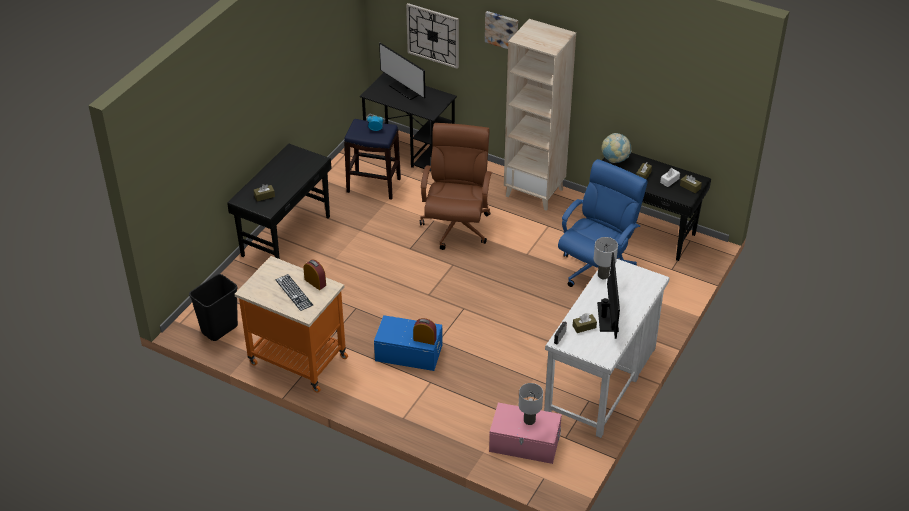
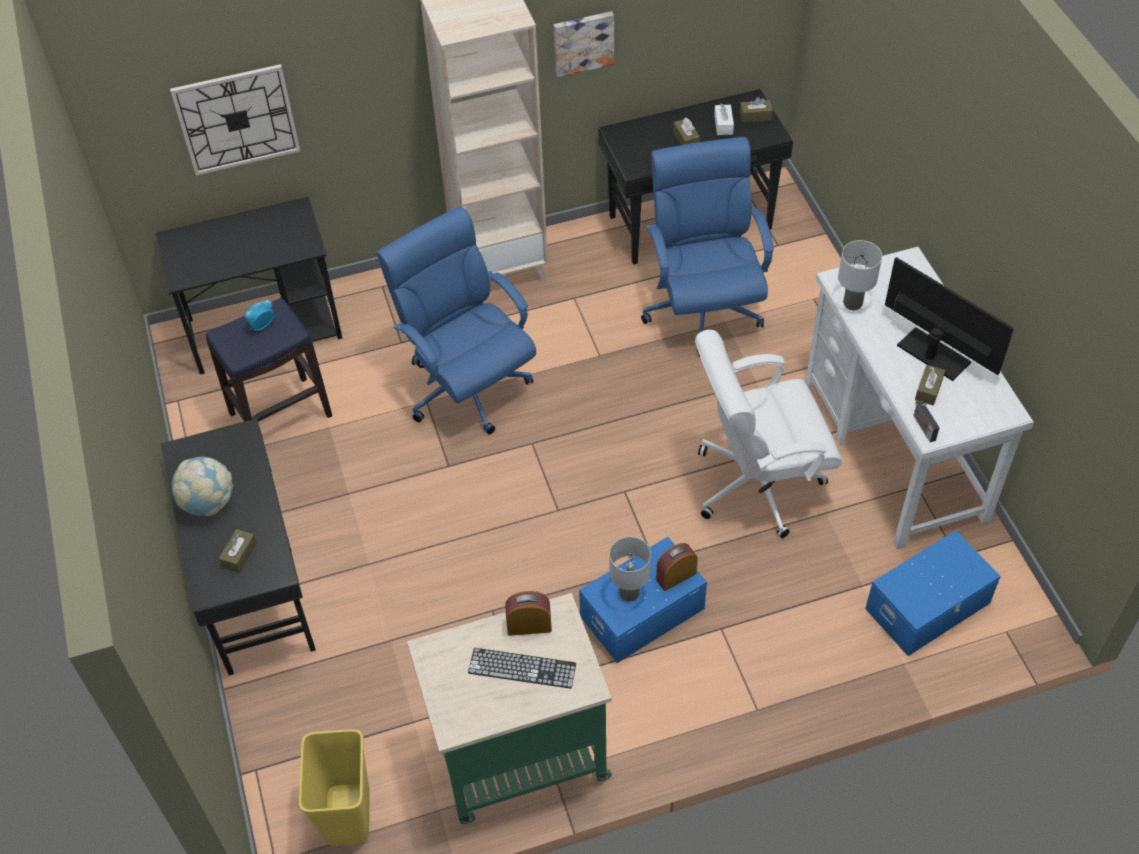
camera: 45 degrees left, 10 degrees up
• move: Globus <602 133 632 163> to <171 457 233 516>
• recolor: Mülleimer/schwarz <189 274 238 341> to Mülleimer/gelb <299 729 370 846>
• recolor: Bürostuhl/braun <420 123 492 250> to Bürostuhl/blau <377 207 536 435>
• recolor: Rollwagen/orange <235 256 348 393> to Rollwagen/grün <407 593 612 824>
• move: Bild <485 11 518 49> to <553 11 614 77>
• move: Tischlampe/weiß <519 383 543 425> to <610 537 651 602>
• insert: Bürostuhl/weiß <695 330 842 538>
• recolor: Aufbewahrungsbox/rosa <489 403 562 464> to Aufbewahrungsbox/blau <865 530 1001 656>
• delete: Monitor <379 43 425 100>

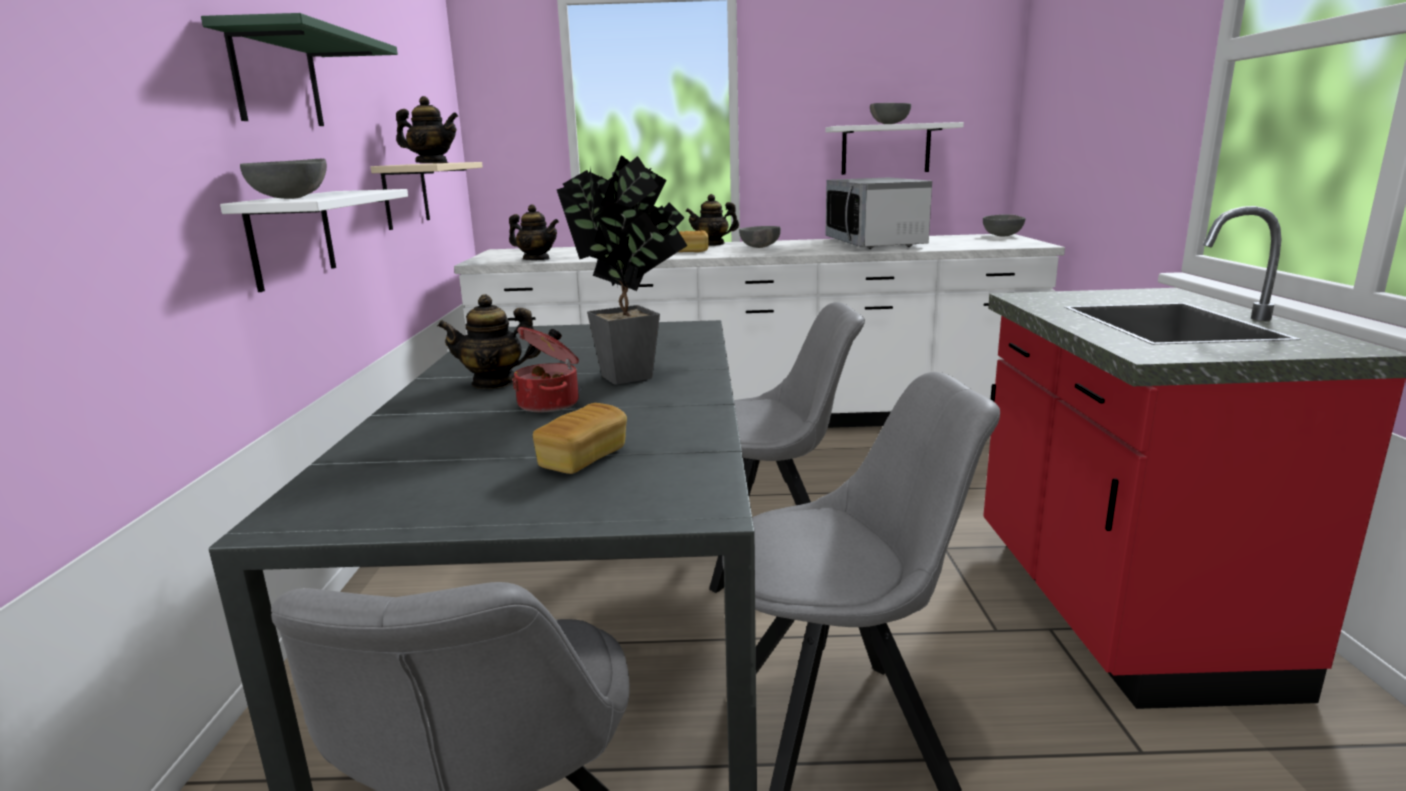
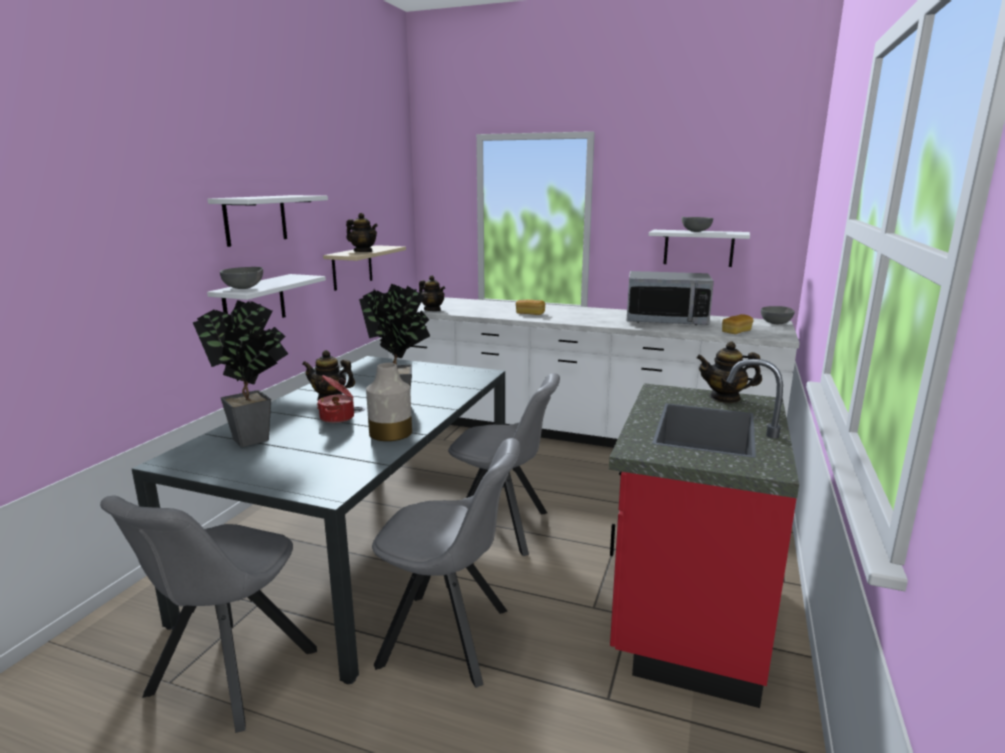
camera: 20 degrees right, 0 degrees up
• insert: Topfpflanze <193 300 288 447>
• recolor: Wandregal/grün <201 13 398 126> to Wandregal/weiß <208 195 328 247>
• insert: Vase/beige <366 363 412 441>
• rotate: Mikrowelle <825 177 932 249> = <626 271 714 325> 90 degrees counterclockwise
• move: Teekanne <686 194 739 246> to <696 341 762 403>
• move: Brot <533 403 627 474> to <722 314 754 334>
• delete: Schüssel/grau <739 226 781 248>

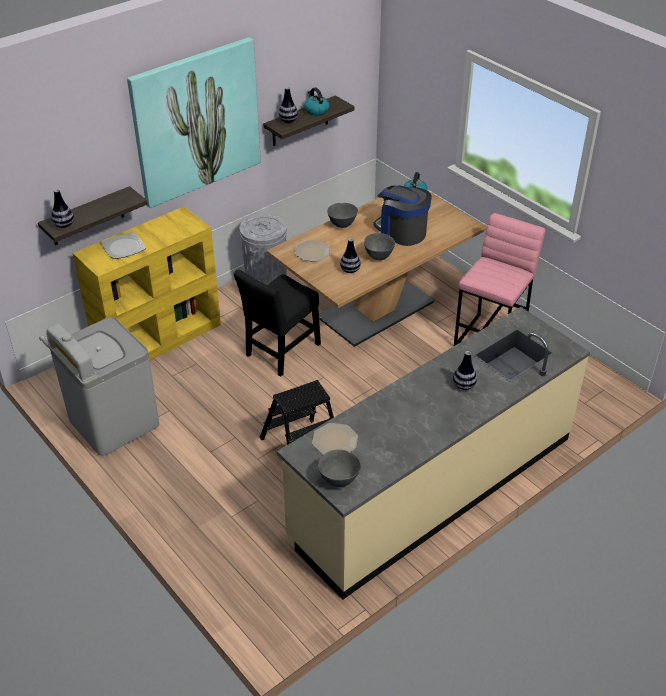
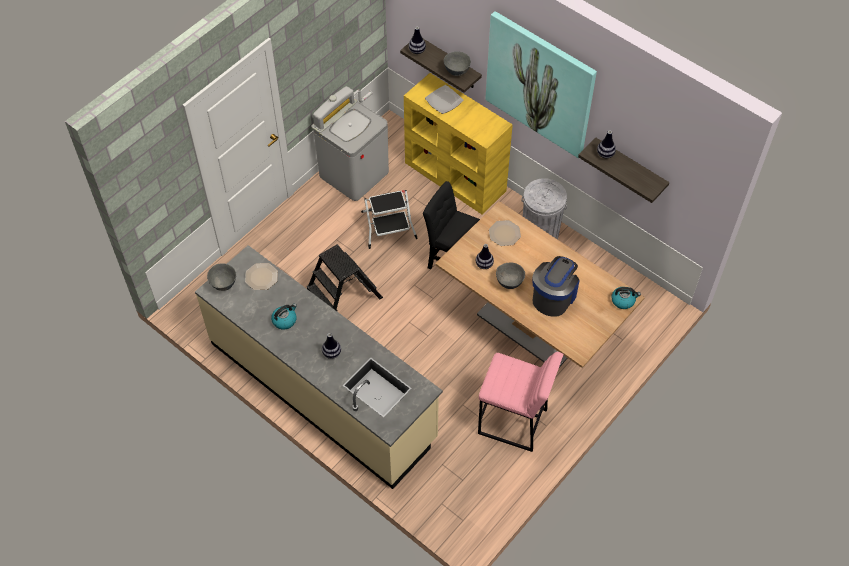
camera: 80 degrees right, 15 degrees up
• move: Wasserkessel <304 87 329 116> to <271 304 297 330>
• insert: Trittleiter <361 190 418 249>
• move: Schüssel/grau <327 203 358 228> to <444 51 471 76>

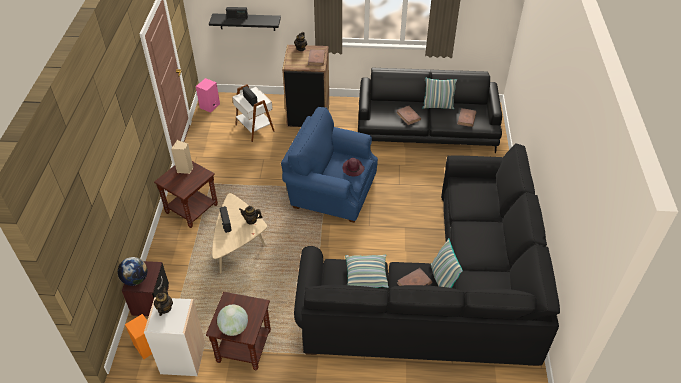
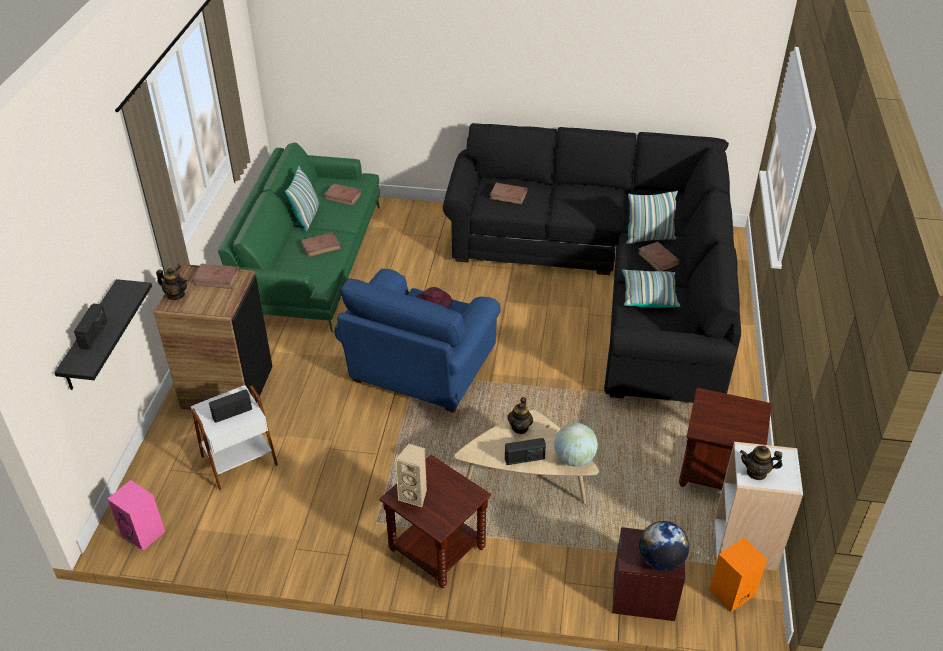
camera: 85 degrees left, 5 degrees down
• recolor: Sofa/schwarz <358 68 502 153> to Sofa/grün <218 143 380 332>
• insert: Buch/braun <490 183 527 204>
• move: Globus <217 305 248 336> to <554 423 598 467>

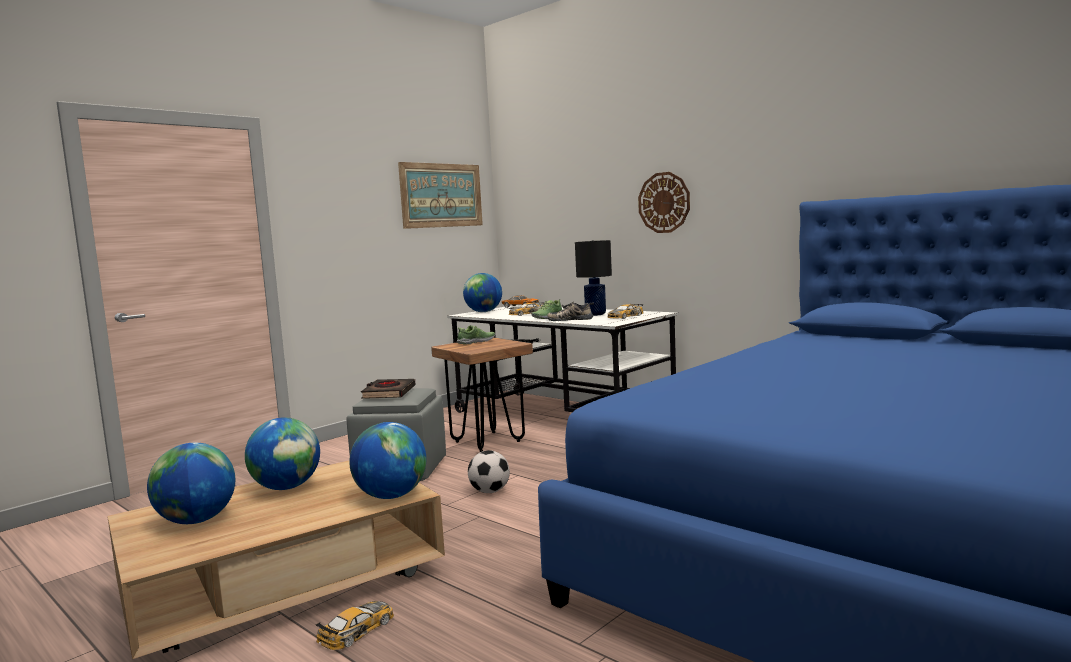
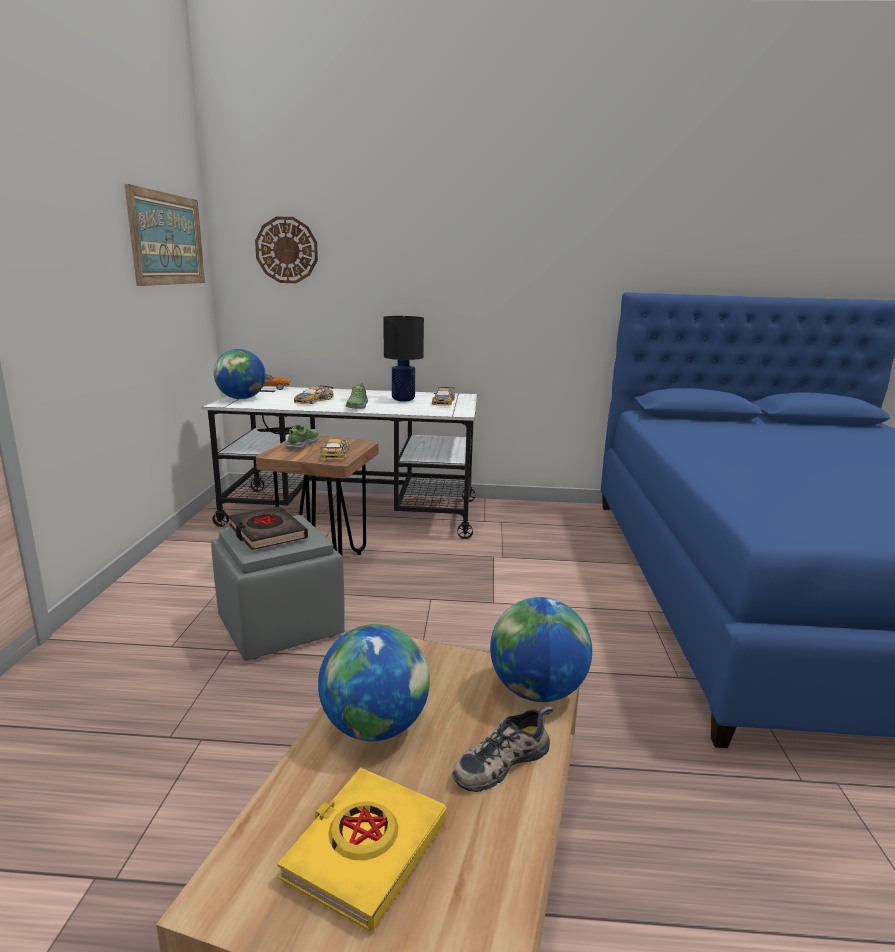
camera: 40 degrees left, 10 degrees up
• move: Wanduhr <638 172 690 233> to <255 216 318 283>
• replace: Globus <147 443 235 524> to Buch/gelb <277 767 446 932>
• move: Spielzeugauto <316 601 394 650> to <320 439 349 460>
• move: Schuh <547 302 594 321> to <452 706 553 792>
• delete: Fußball <468 450 510 493>

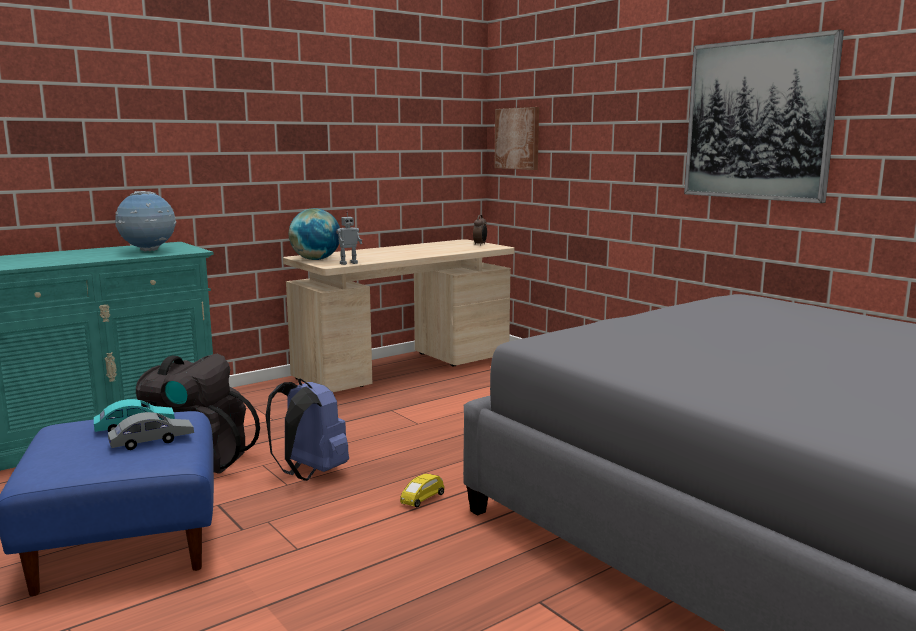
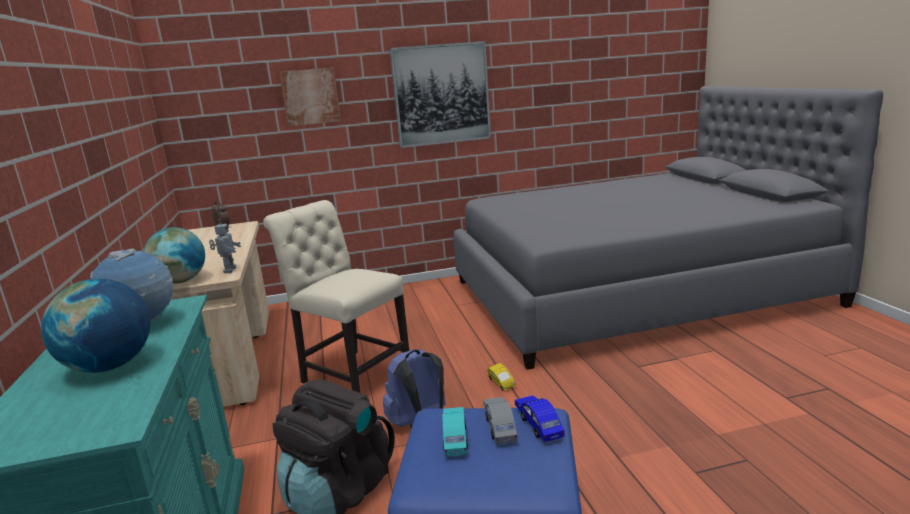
camera: 65 degrees left, 5 degrees up
• insert: Globus <41 279 150 373>
• insert: Stuhl/beige <263 200 409 393>
• move: Bild <495 107 539 170> to <279 67 341 127>
• insert: Spielzeugauto/blau <515 395 565 442>

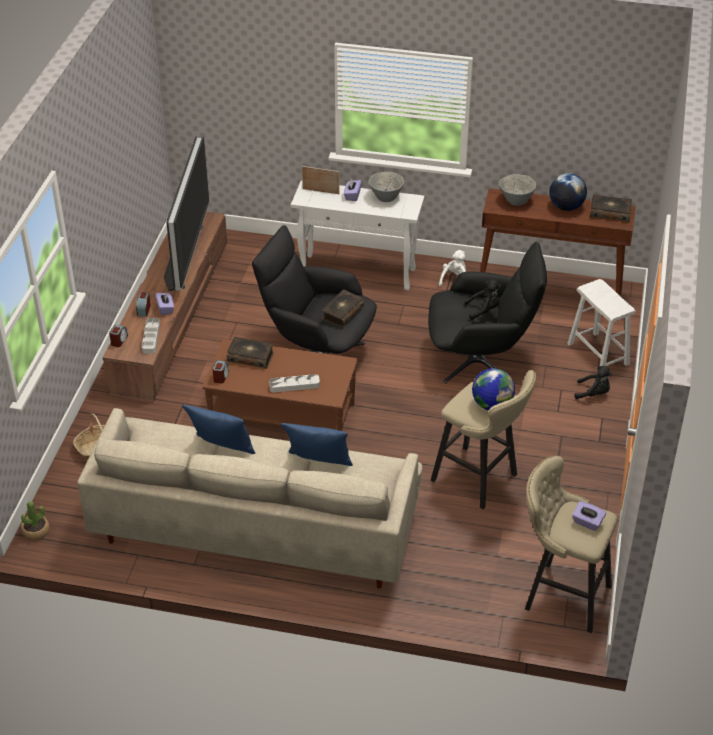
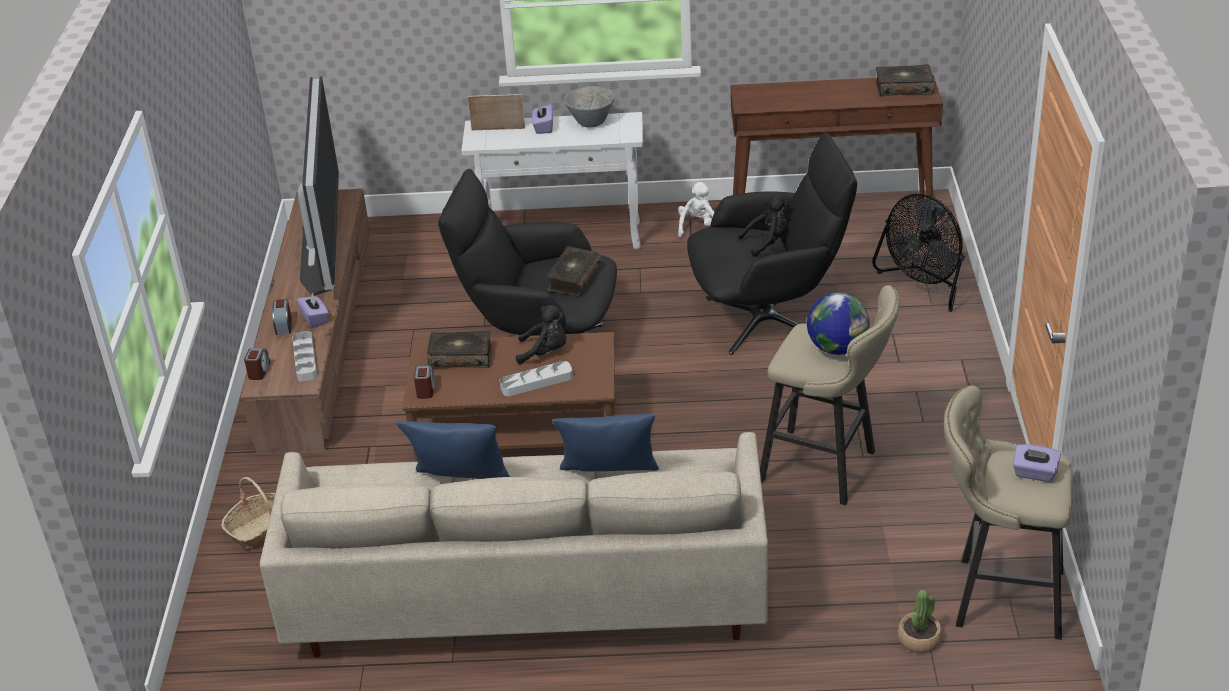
camera: 10 degrees left, 5 degrees down
• move: Plüschtier/schwarz <574 366 612 399> to <516 305 566 364>
• replace: Hocker/weiß <567 279 636 366> to Ventilator/schwarz <872 194 965 312>
• move: Topfpflanze <21 501 49 541> to <897 590 943 653>
• delete: Schüssel/grau <499 174 536 206>
• delete: Globus <549 173 587 211>

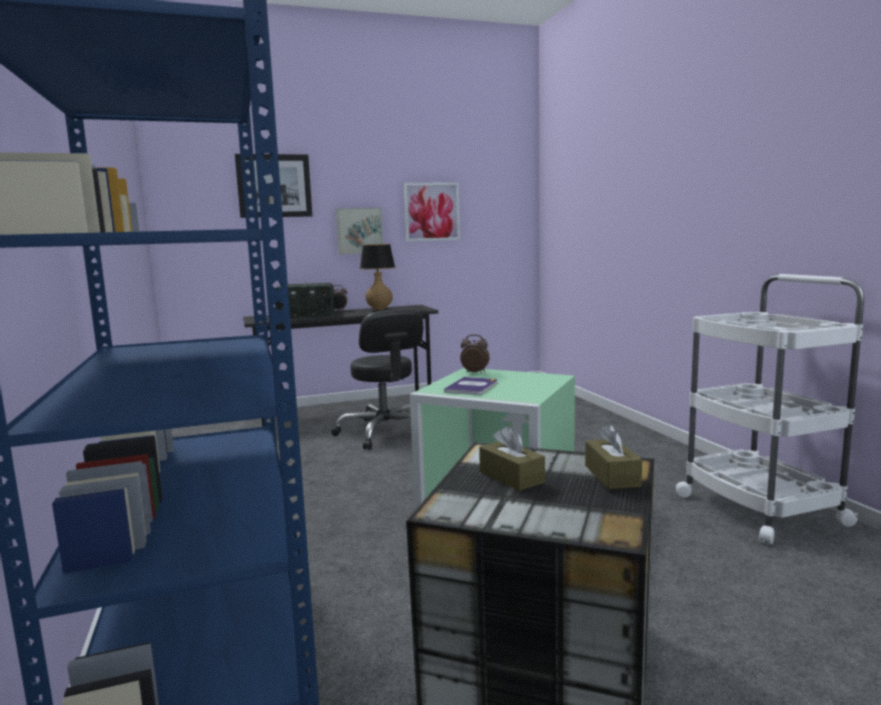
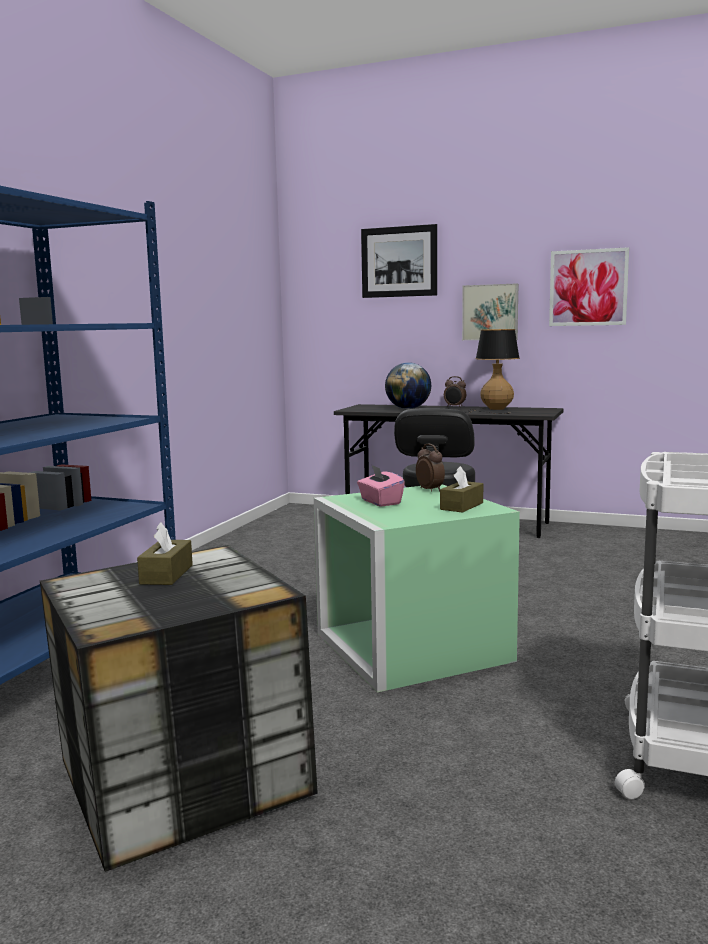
camera: 40 degrees right, 0 degrees up
• replace: Buch <444 377 497 395> to Taschentuchbox/rosa <357 464 405 507>
• replace: Radio <275 283 334 319> to Globus <385 362 431 409>
• move: Taschentuchbox/braun <585 424 642 490> to <440 466 483 513>

